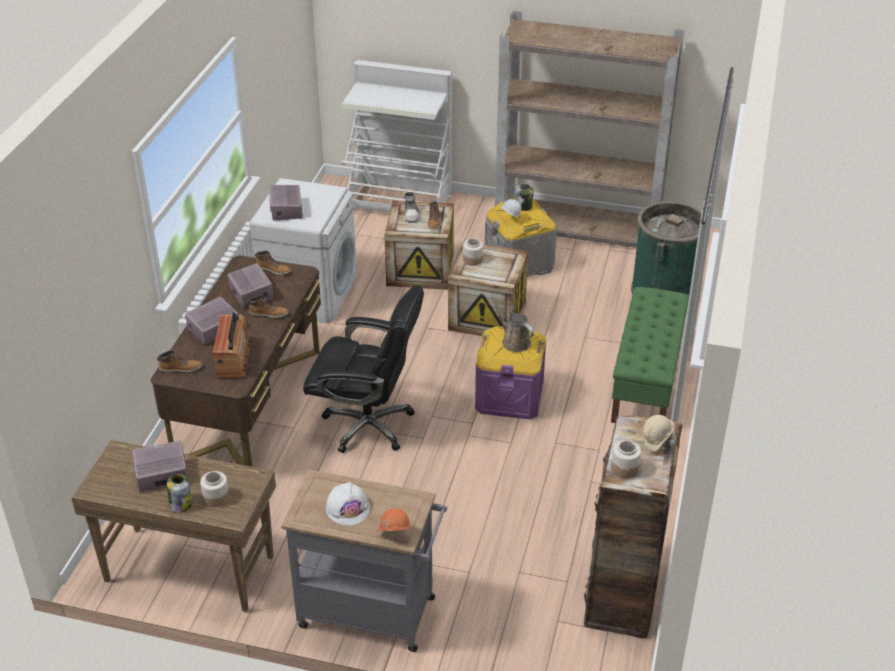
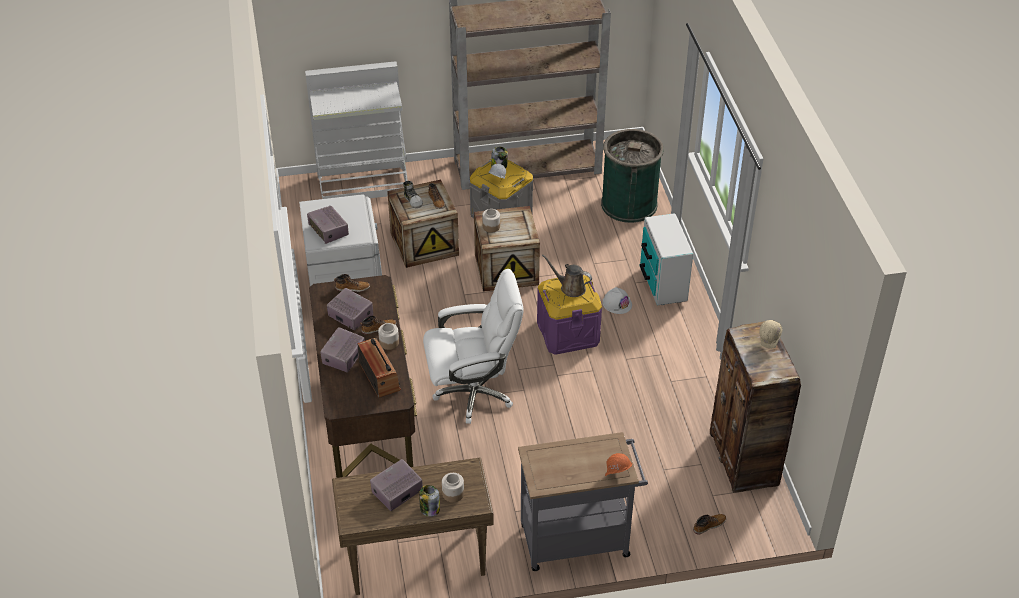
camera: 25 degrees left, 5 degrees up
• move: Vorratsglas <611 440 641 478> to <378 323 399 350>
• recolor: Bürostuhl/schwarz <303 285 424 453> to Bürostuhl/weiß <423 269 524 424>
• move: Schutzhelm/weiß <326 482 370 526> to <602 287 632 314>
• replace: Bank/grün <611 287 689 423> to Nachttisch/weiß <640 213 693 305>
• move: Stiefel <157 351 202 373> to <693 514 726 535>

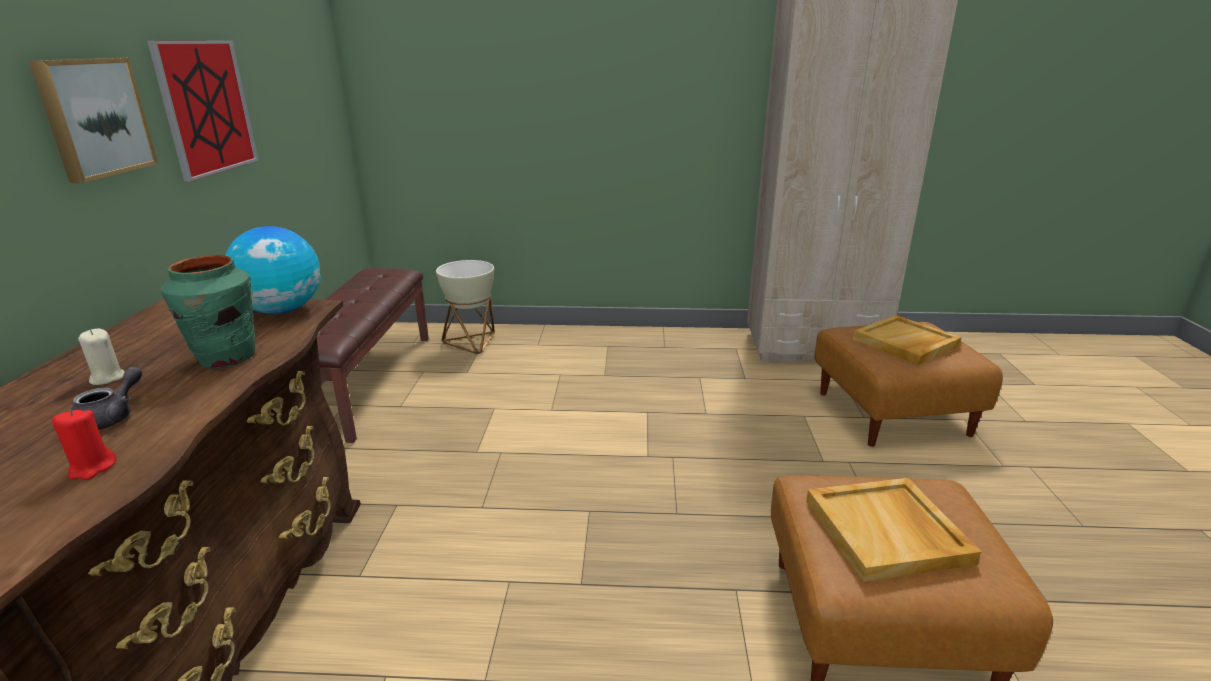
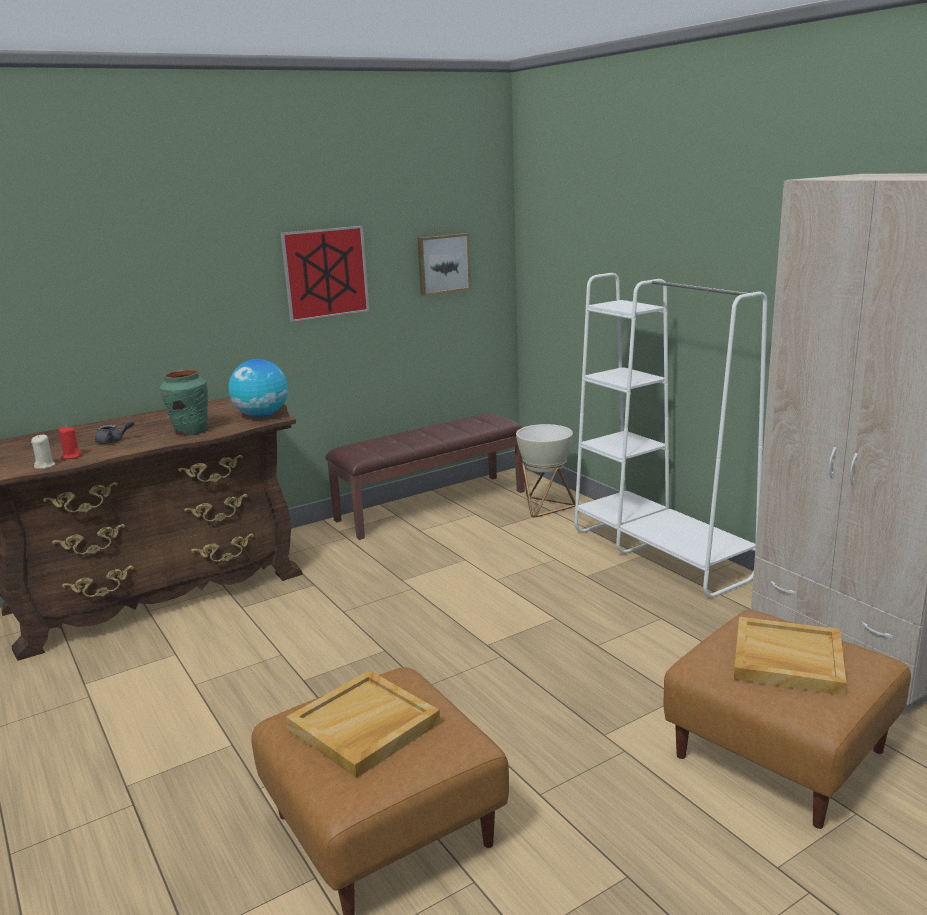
camera: 55 degrees right, 5 degrees down
• move: Kerze/beige <78 329 125 385> to <31 435 55 469>
• move: Bild <29 58 158 183> to <417 233 471 296>
• insert: Kleiderständer/weiß <574 273 767 597>

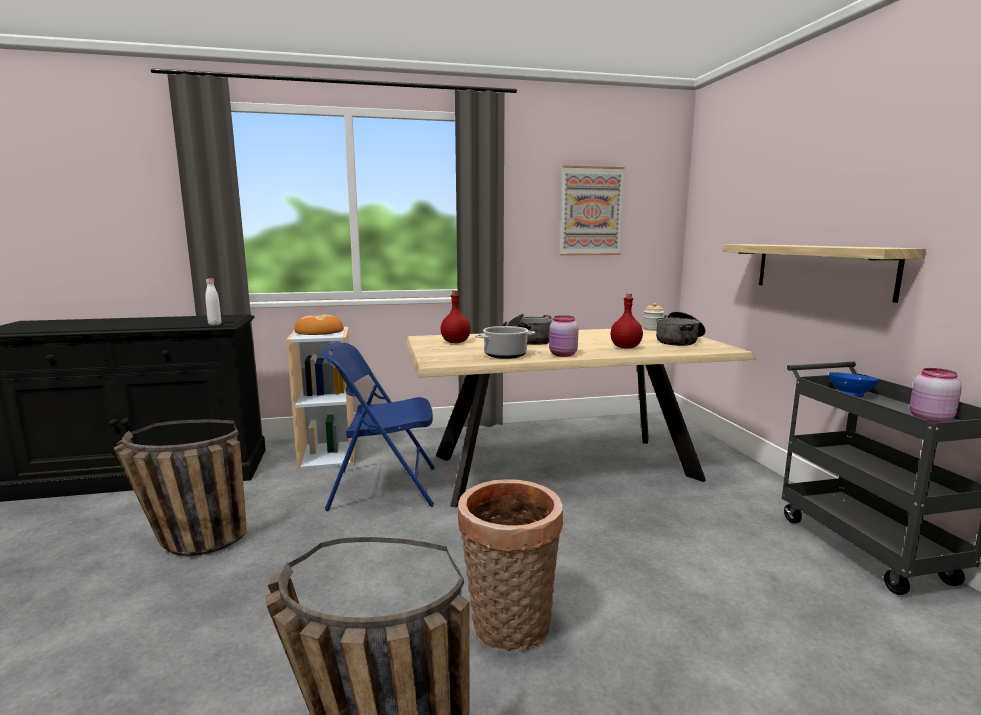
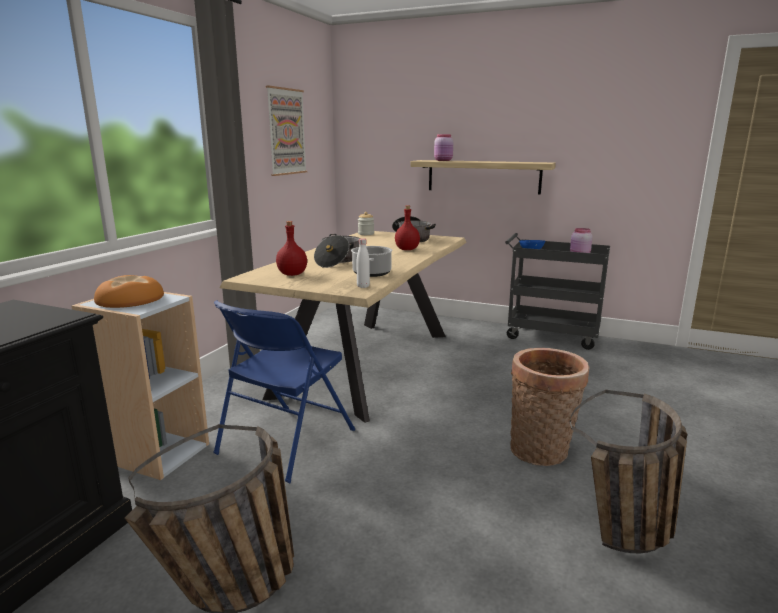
camera: 55 degrees left, 5 degrees up
• move: Flasche/weiß <205 279 221 325> to <357 238 370 288>
• move: Vorratsglas/rosa <549 315 579 357> to <434 134 453 161>

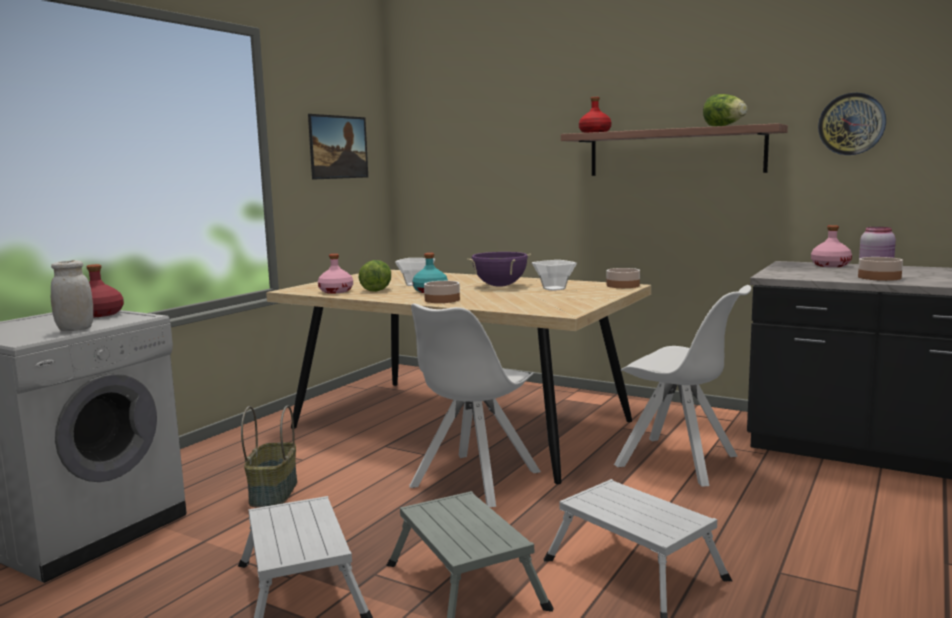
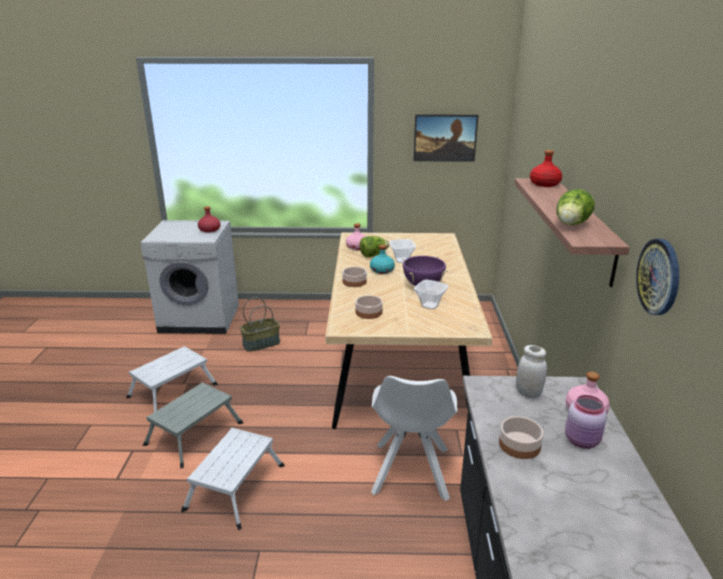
camera: 60 degrees right, 15 degrees up
• move: Schüssel <607 268 640 288> to <356 295 383 319>
• move: Vorratsglas/weiß <51 260 93 331> to <516 345 547 399>
• delete: Stuhl/weiß <410 303 541 507>

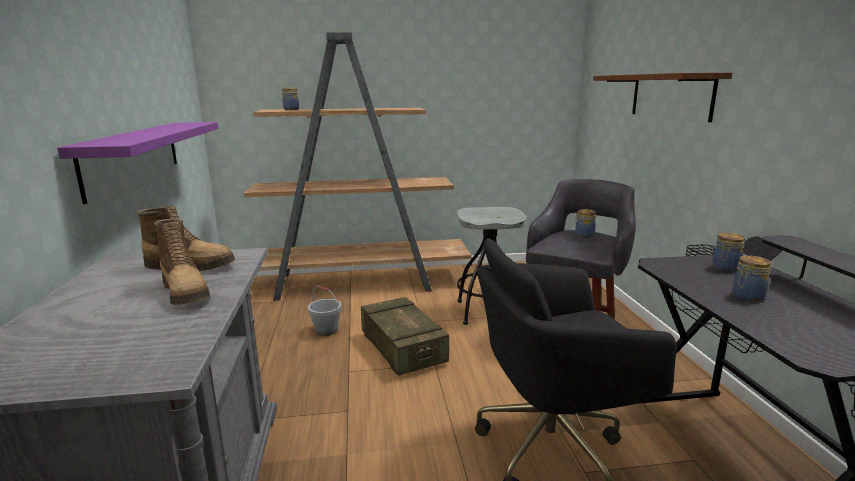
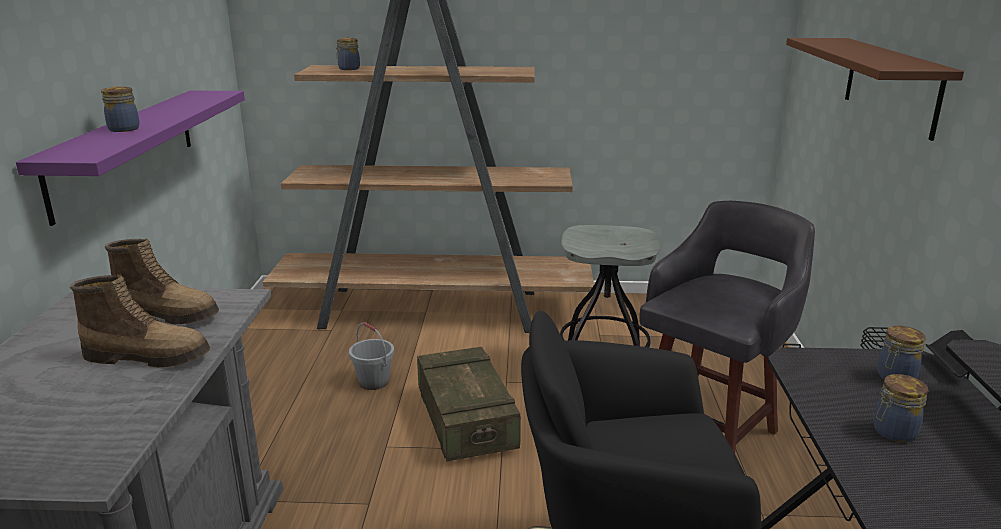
camera: 10 degrees right, 5 degrees up
• rotate: Stiefel <154 219 210 305> = <70 274 210 367> 60 degrees counterclockwise
• move: Vorratsglas <574 209 596 238> to <101 86 139 132>

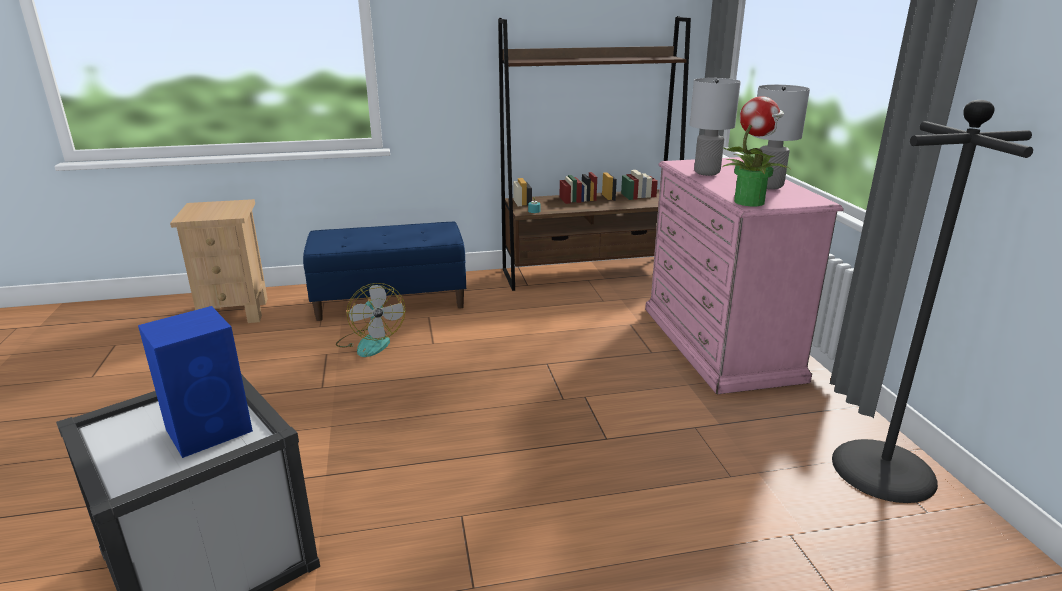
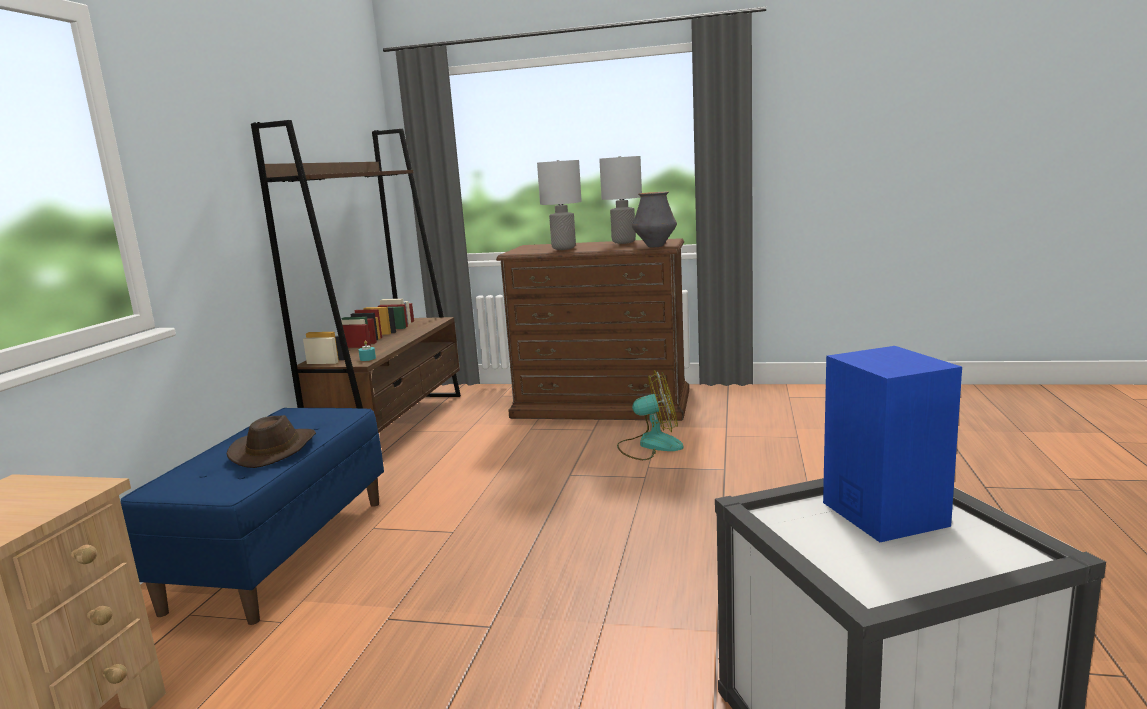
camera: 65 degrees left, 10 degrees down
• insert: Hut/braun <226 415 316 468>
• recolor: Kommode/rosa <645 157 844 394> to Kommode/braun <496 238 689 421>
• move: Ventilator <336 283 405 357> to <617 370 683 460>
• replace: Topfpflanze <723 96 791 207> to Vase <632 192 677 247>
• delete: Kleiderständer/schwarz <832 100 1033 503>

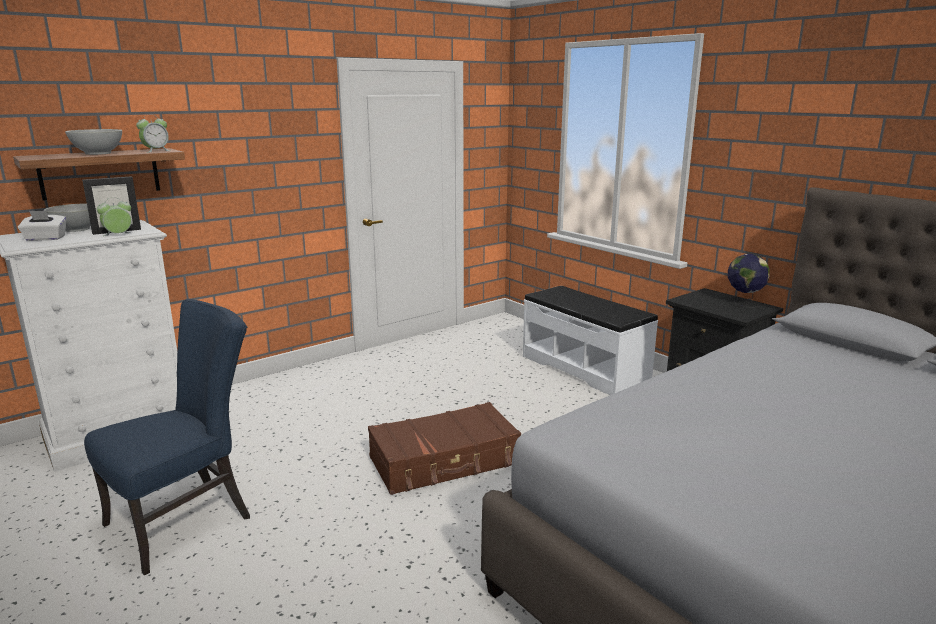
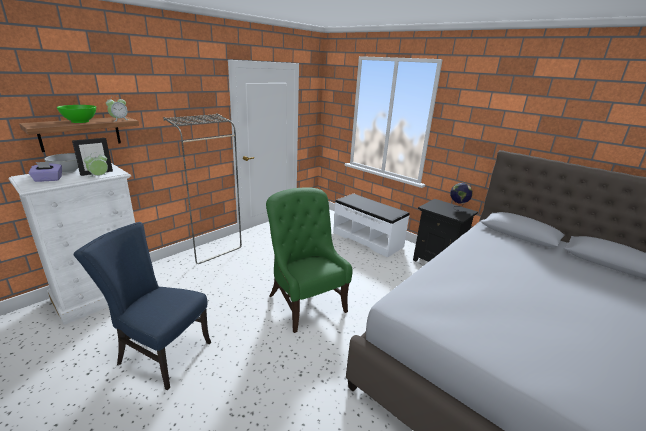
camera: 10 degrees left, 5 degrees up
• recolor: Taschentuchbox/weiß <18 211 66 241> to Taschentuchbox/lila <28 162 62 182>
• recolor: Schüssel/weiß <65 129 122 155> to Schüssel/grün <57 105 96 123>
• rotate: Stuhl/blau <84 299 250 575> = <73 222 211 390> 105 degrees counterclockwise
• insert: Kleiderständer/grau <163 113 242 264>
• replace: Koffer/braun <368 402 521 495> to Stuhl/grün <266 188 353 333>

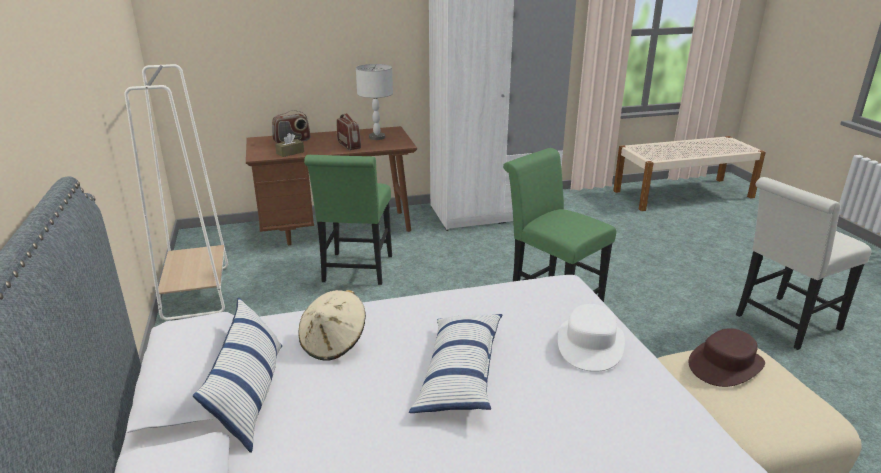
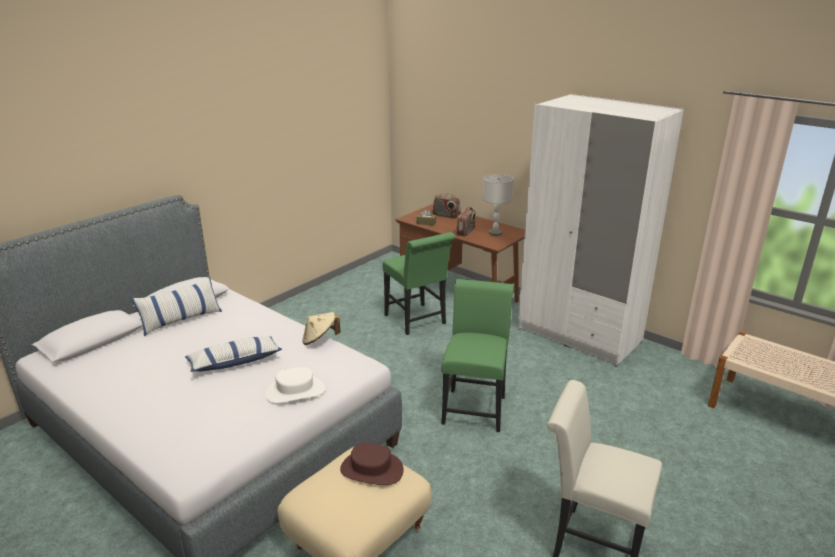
camera: 55 degrees right, 0 degrees up
• move: Hut/beige <298 290 366 361> to <302 312 340 345>
• rotate: Stuhl/grün <304 155 392 285> = <383 232 455 335> 90 degrees counterclockwise
• delete: Kleiderständer <124 64 228 321>

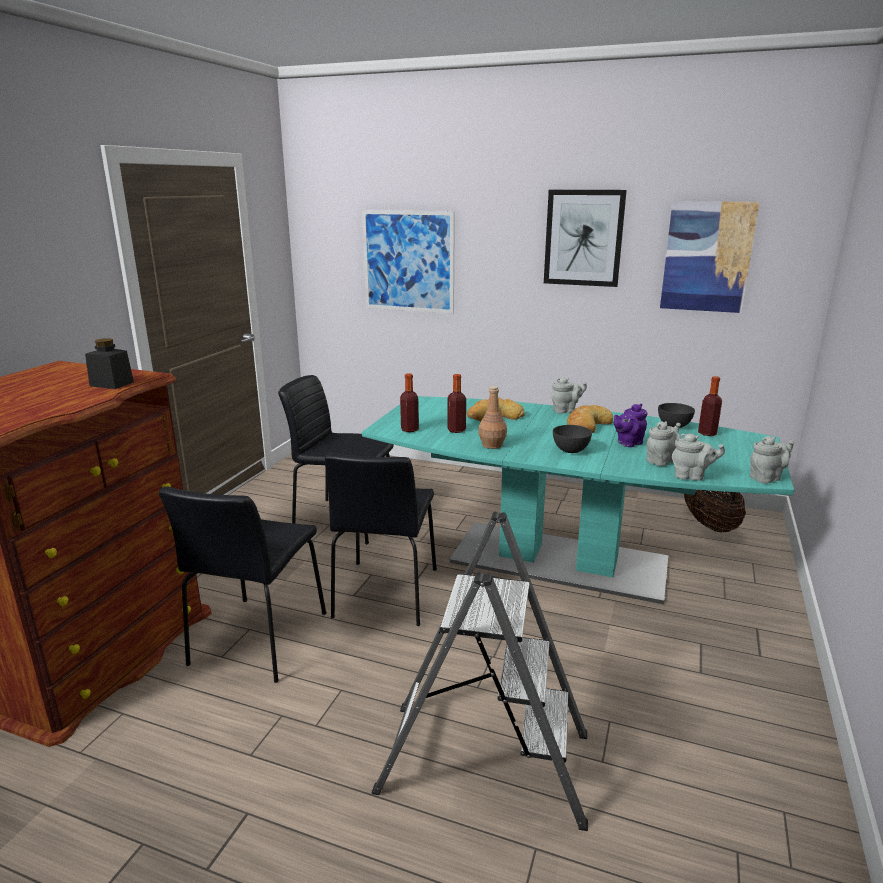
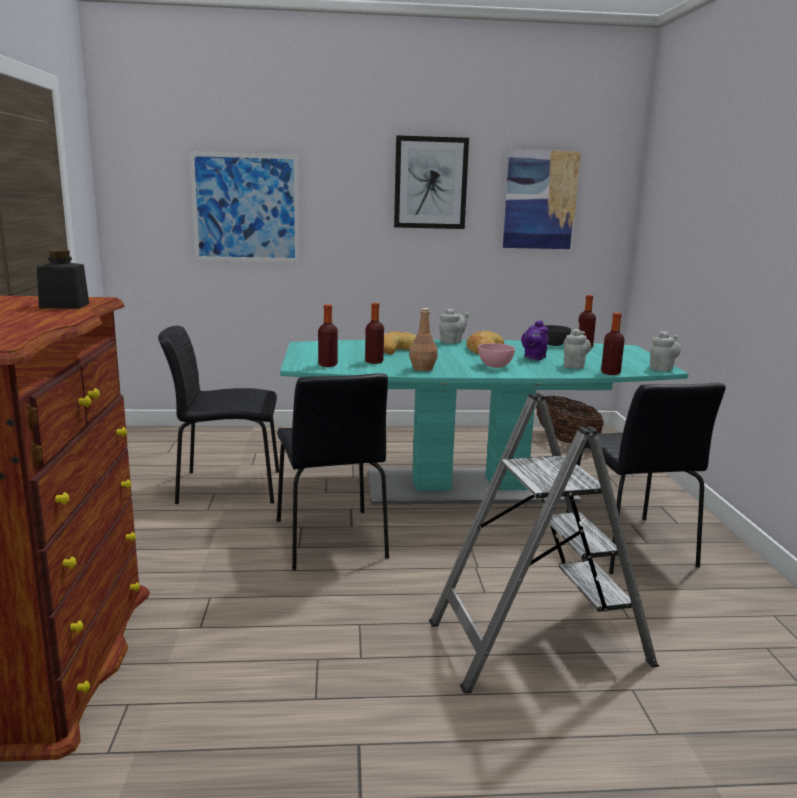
camera: 25 degrees left, 5 degrees down
• recolor: Schüssel/grau <553 425 592 453> to Schüssel/rosa <478 343 515 368>
• move: Stuhl/schwarz <159 486 326 683> to <566 383 726 574>
• replace: Teekanne/grau <672 434 725 481> to Flasche <601 313 625 375>

